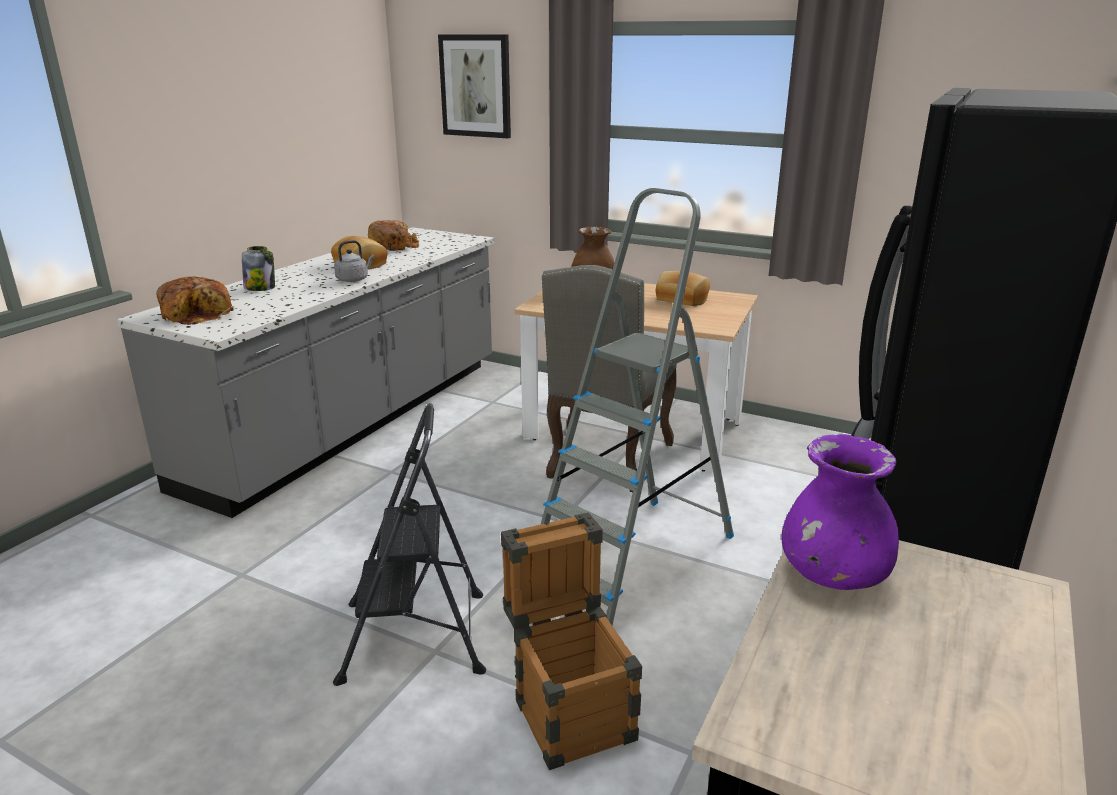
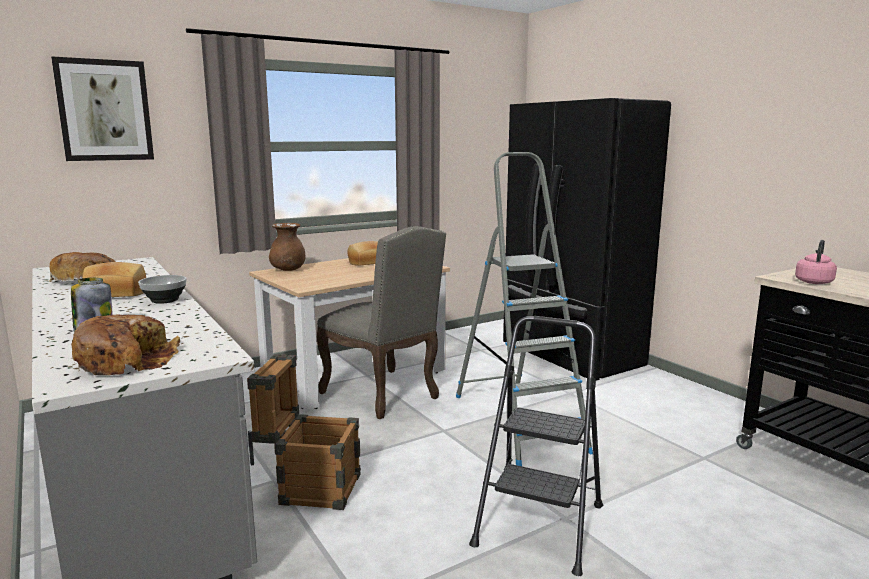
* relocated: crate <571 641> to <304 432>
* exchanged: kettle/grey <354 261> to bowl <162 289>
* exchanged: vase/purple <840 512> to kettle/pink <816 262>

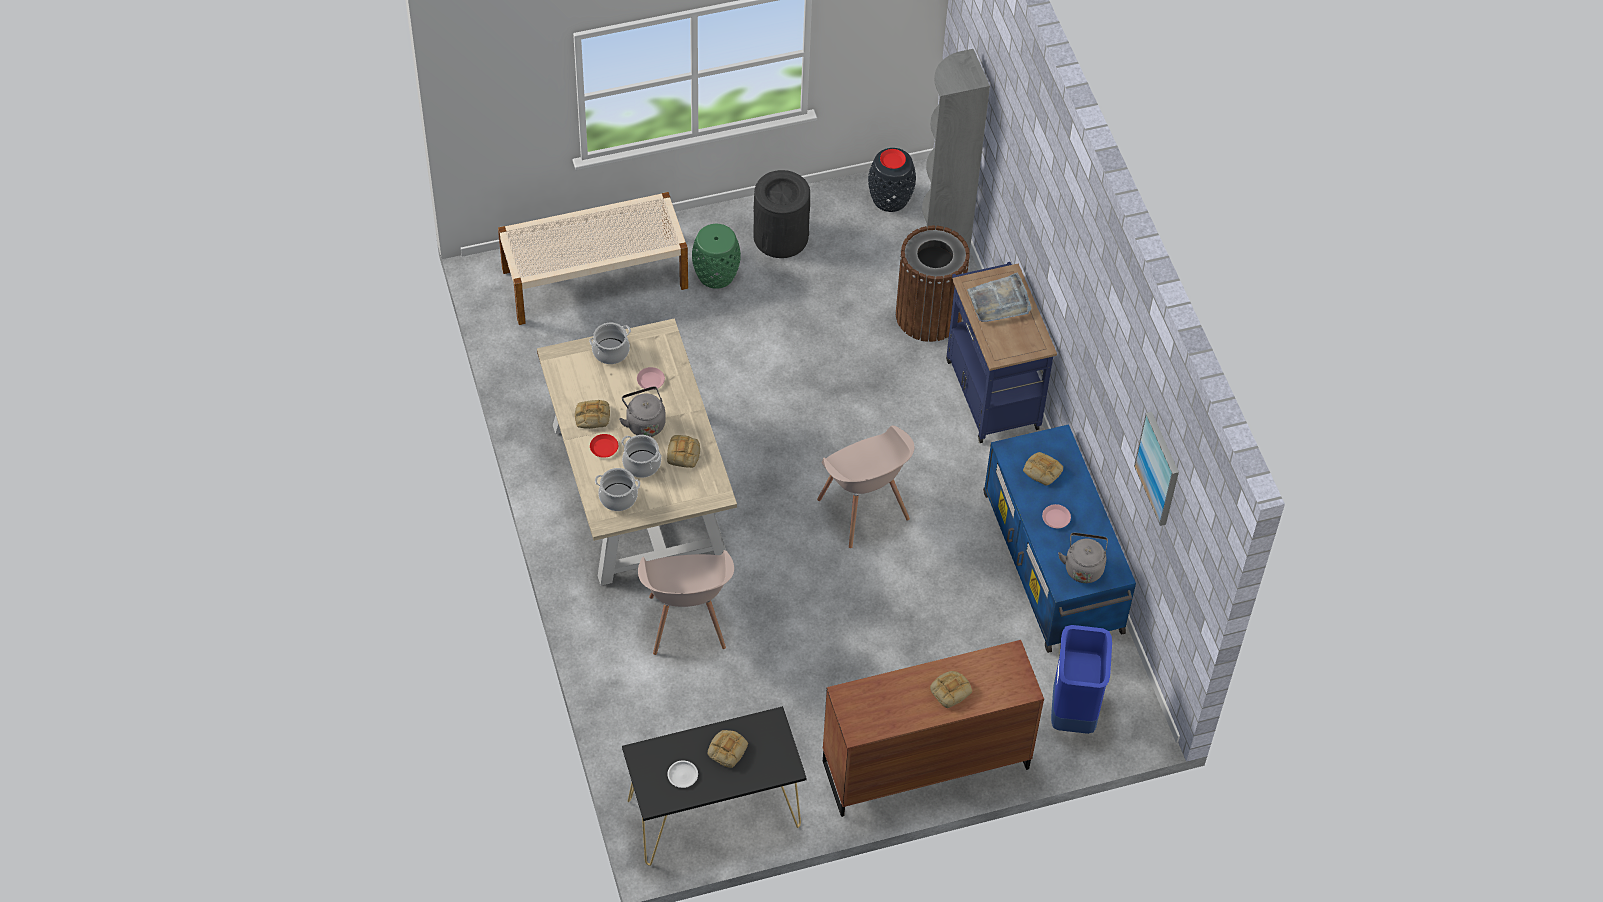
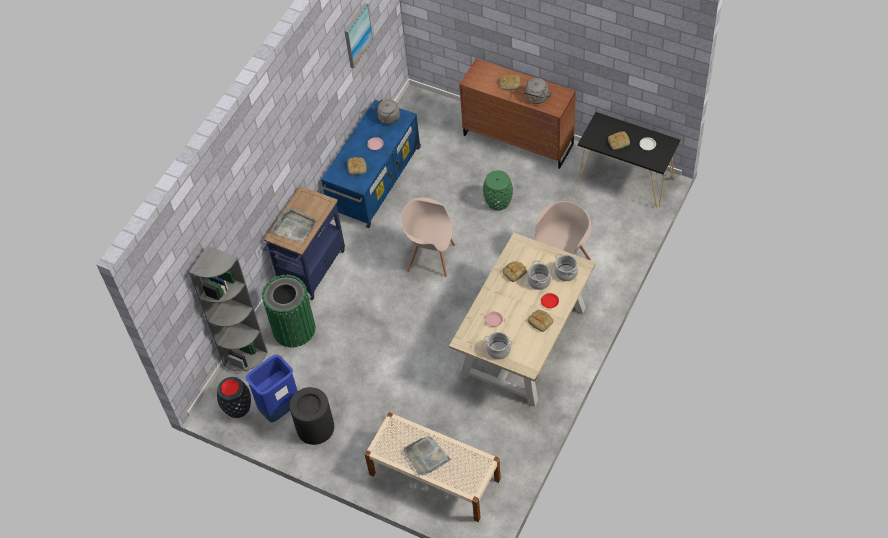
* appeared: tray/grey <427 455>
* relocated: kettle/grey <642 411> to <538 91>
* relocated: stool/green <716 256> to <498 190>
* relocated: trash can/blue <1081 679> to <272 388>
* colour: trash can/brown <933 283> to trash can/green <289 311>
* spun: chair/beige <865 487> = <428 237> 90 degrees counterclockwise

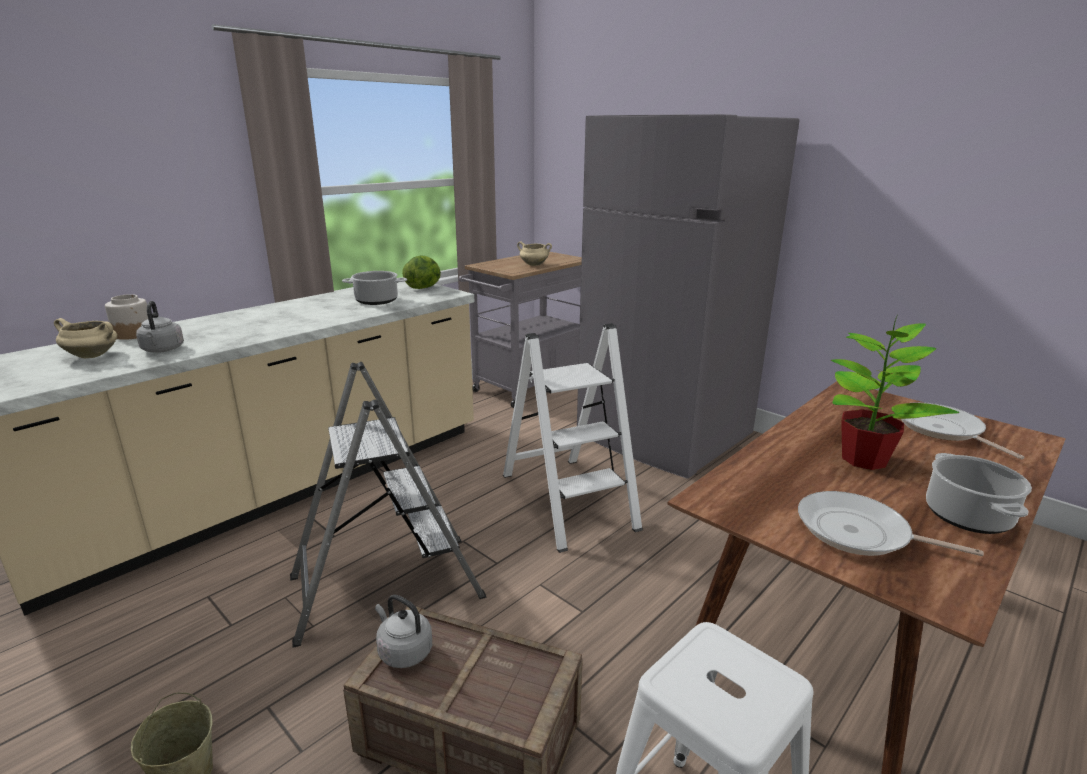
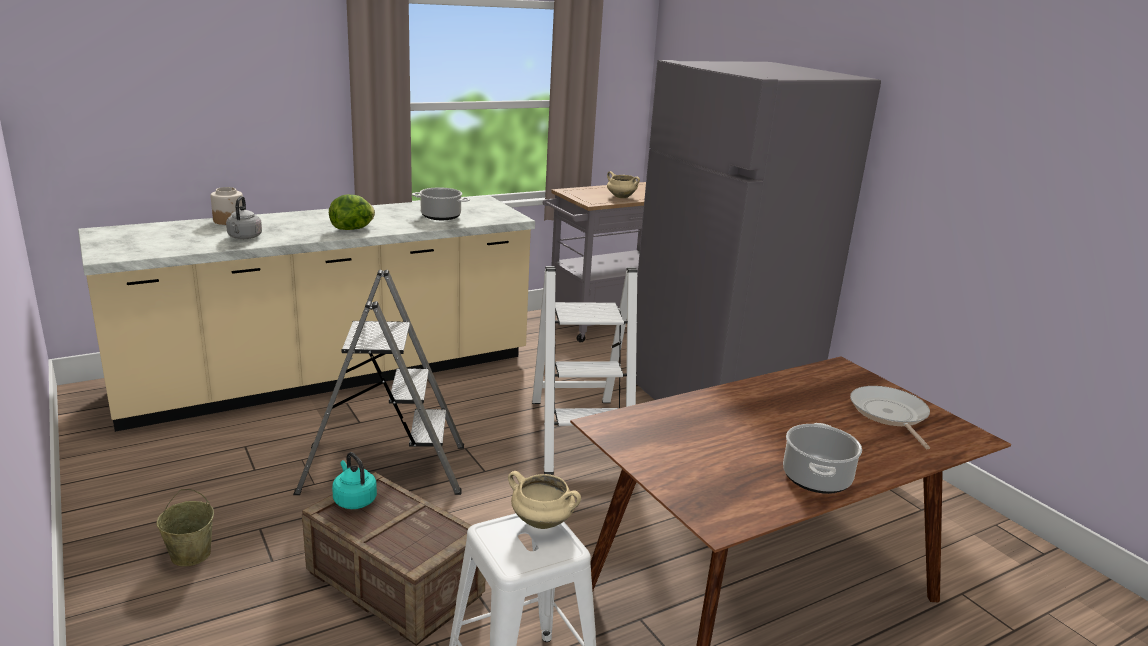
* missing: frying pan <890 523>
* missing: potted plant <895 392>
* relocated: cooking pot/beige <85 338> to <544 500>
* relocated: lettuce <421 272> to <352 212>
* colour: kettle/grey <403 631> to kettle/turquoise <354 480>

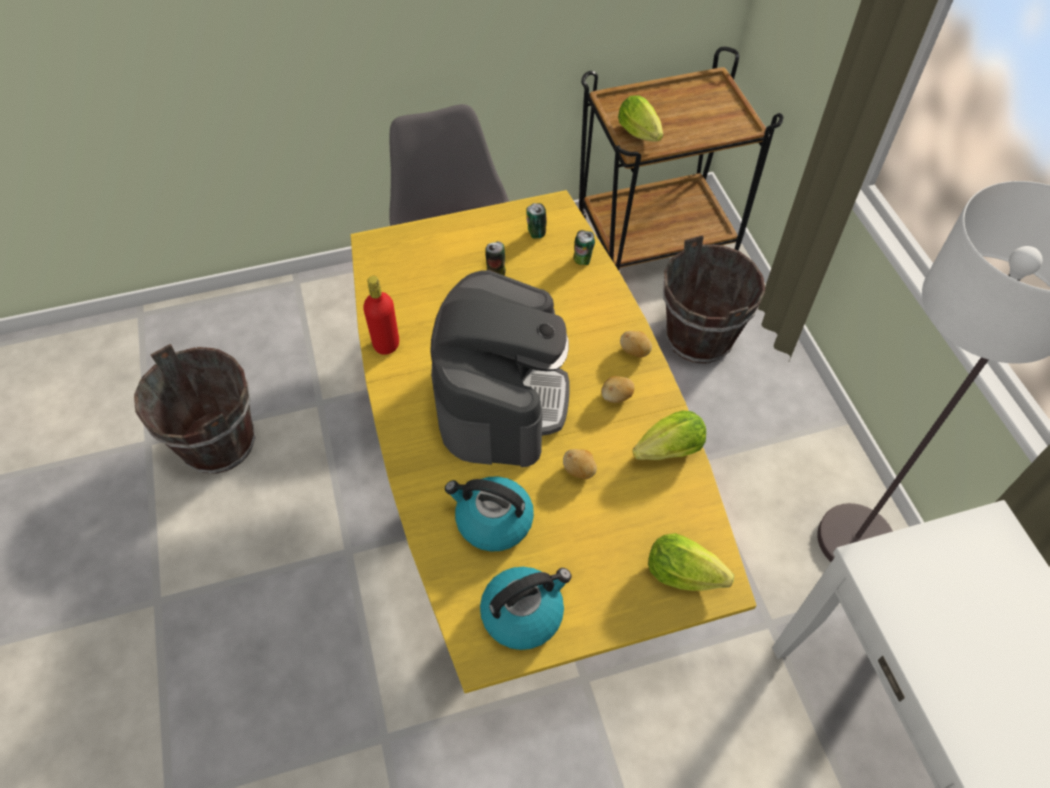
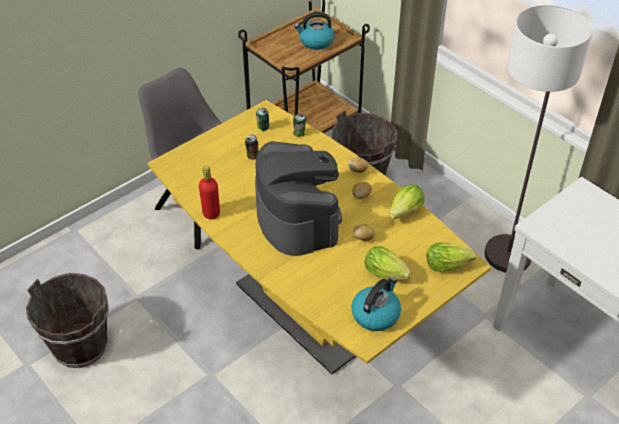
* relocated: kettle <489 513> to <314 31>
* relocated: lettuce <640 118> to <388 263>

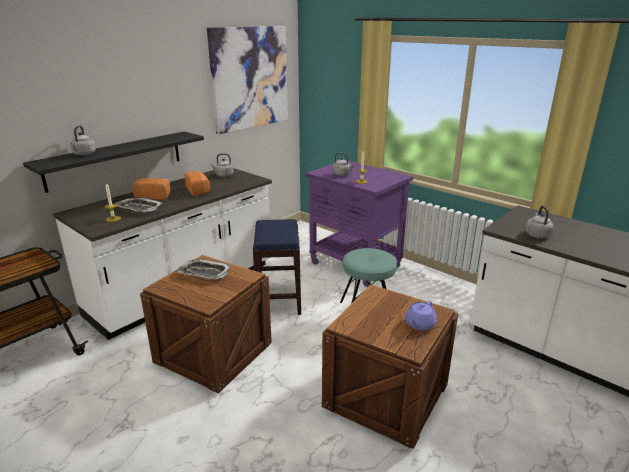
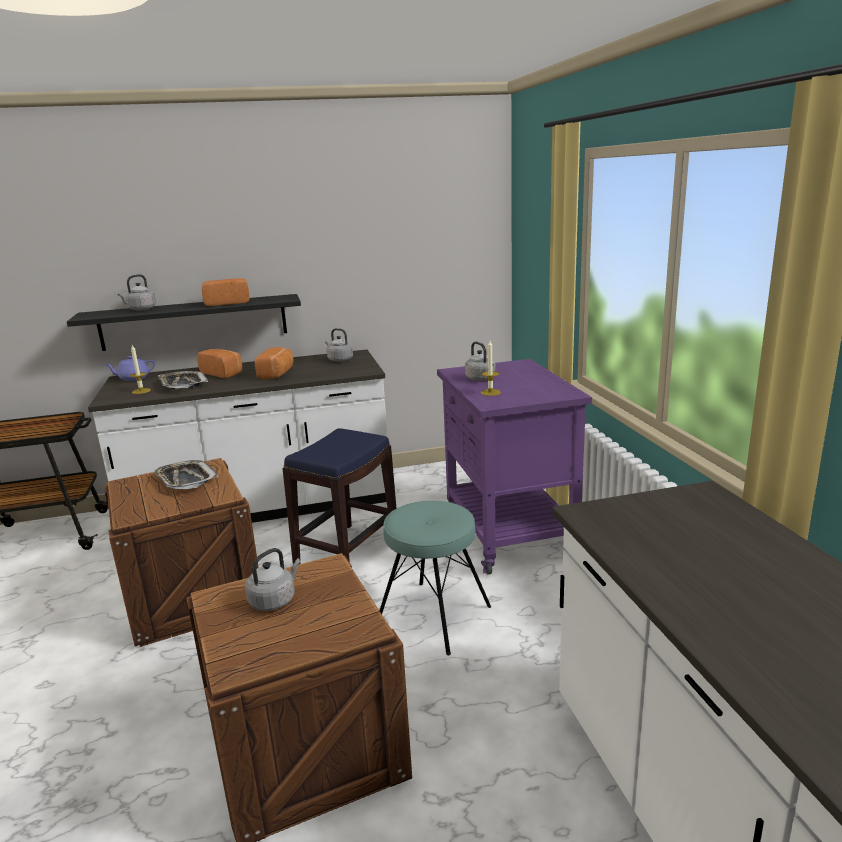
* missing: picture <247 80>
* appeared: bread <225 292>
* relocated: teapot/purple <421 316> to <129 368>
* relocated: kettle/grey <539 222> to <272 579>

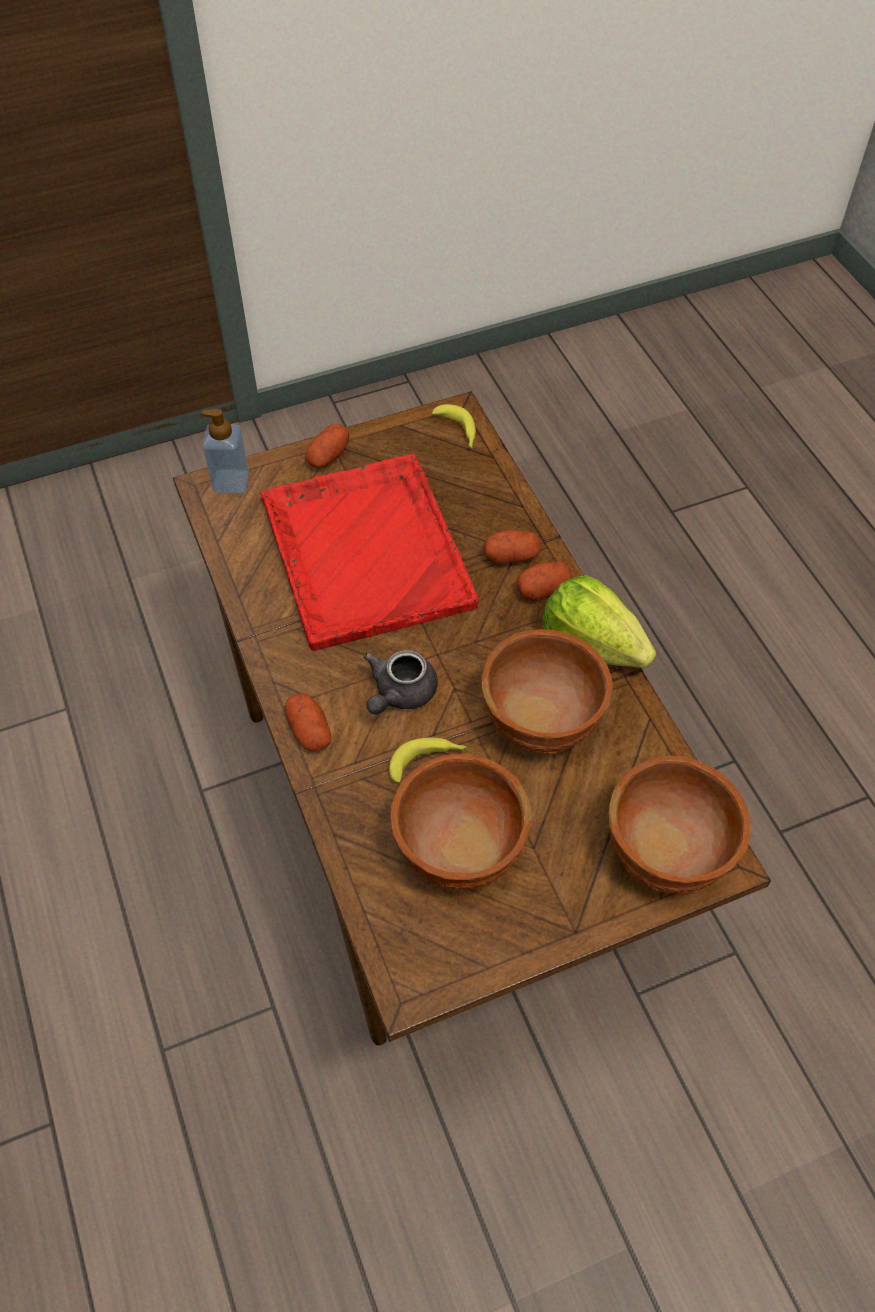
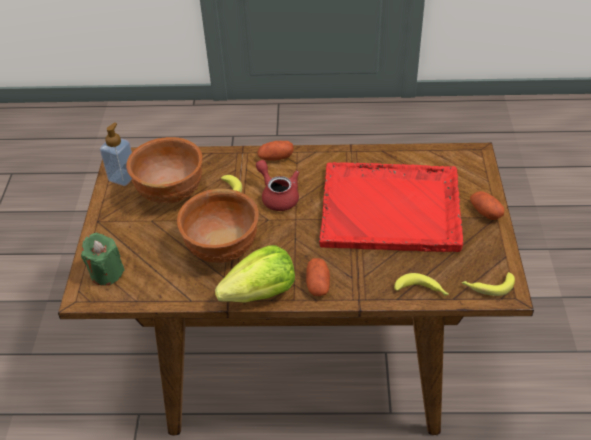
* missing: potato <512 547>
* appeared: banana <421 284>
* relocated: soap dispenser <225 451> to <116 154>
* exchanged: bowl/brown <680 824> to candle/green <103 259>
* colour: teapot/grey <400 682> to teapot/red <277 185>

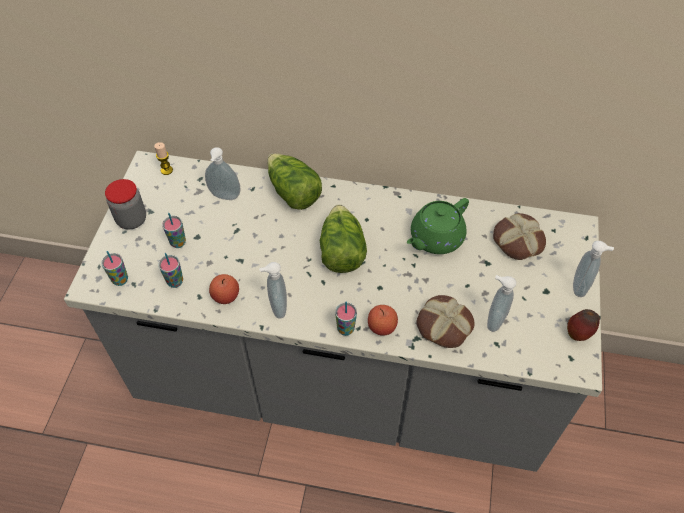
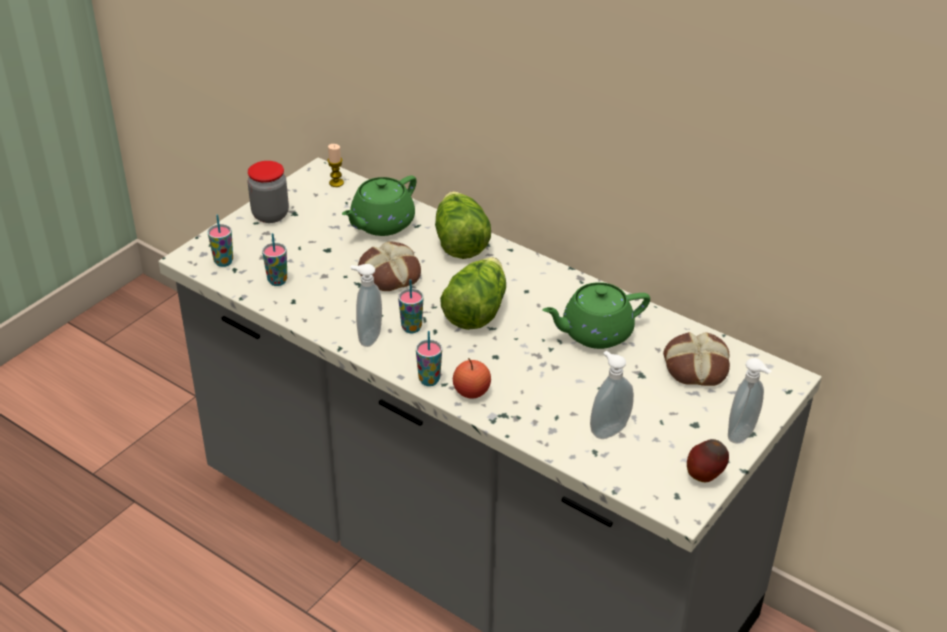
* missing: apple <224 289>
* relocated: cup <174 230> to <411 306>
* relocated: bread <445 321> to <389 266>
* exchanged: soap dispenser <223 173> to teapot/green <379 205>

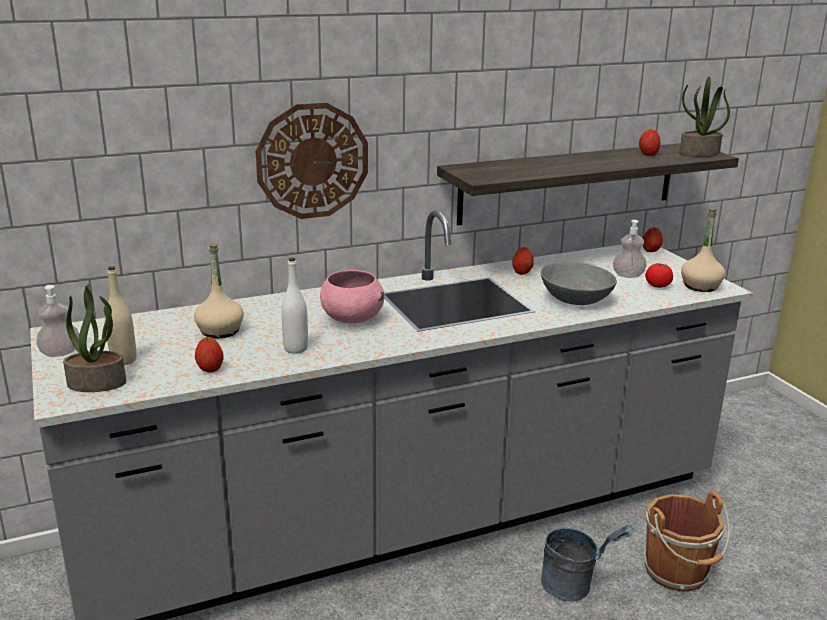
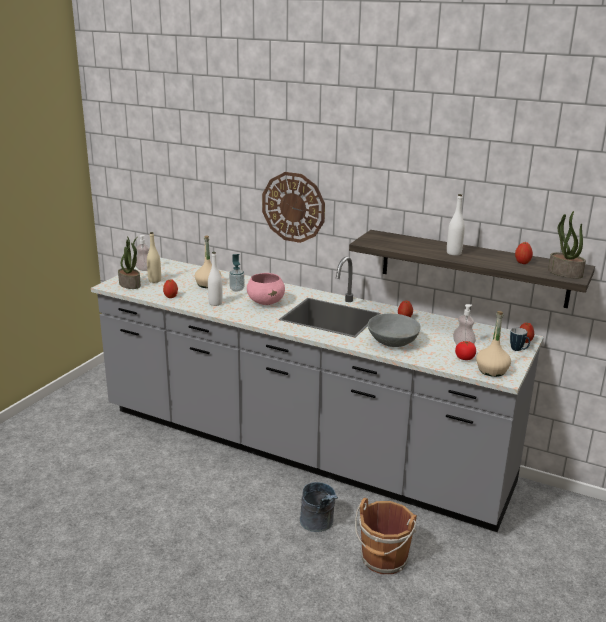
* appeared: soap dispenser <236 272>
* appeared: bottle/white <456 225>
* appeared: mug <520 339>

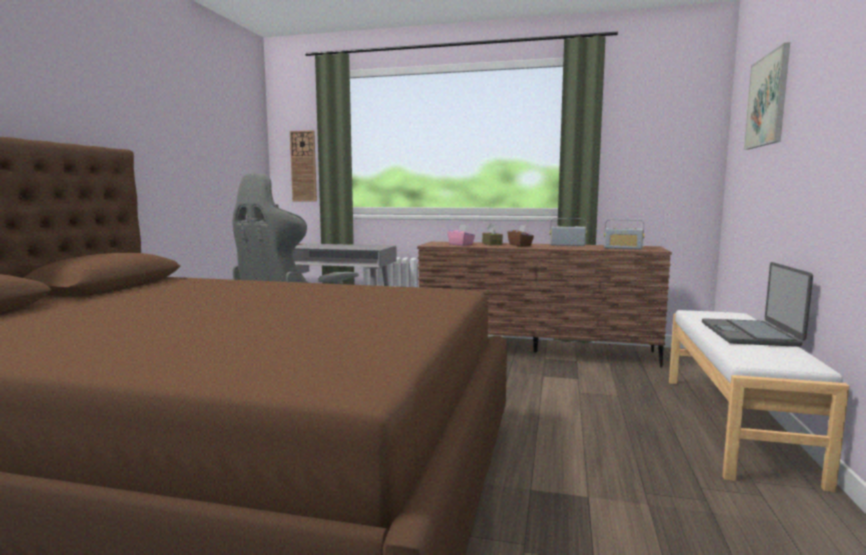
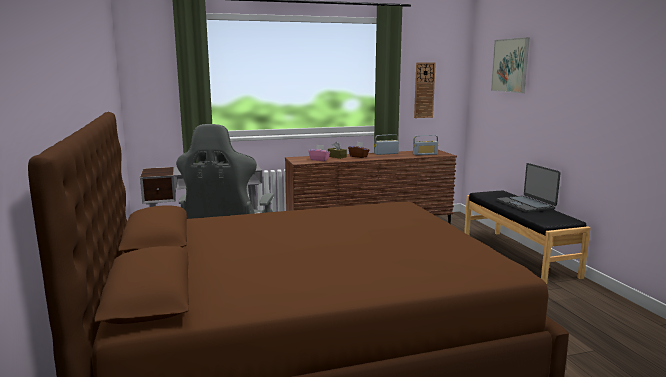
* relocated: wall clock <303 165> to <425 90>
* colour: bench/white <759 401> to bench/black <527 237>

